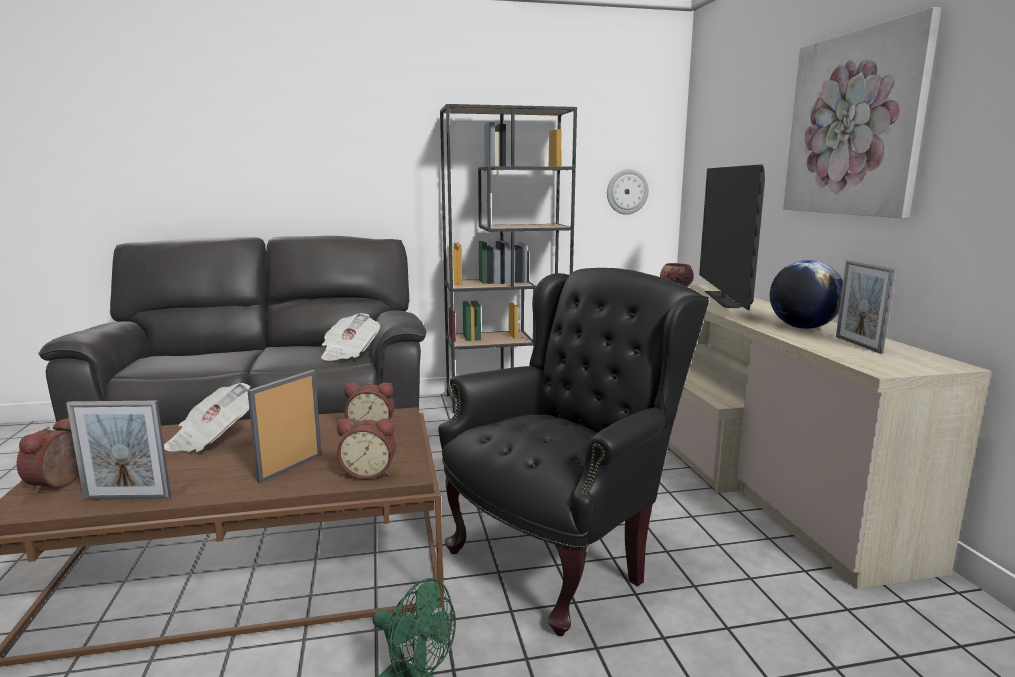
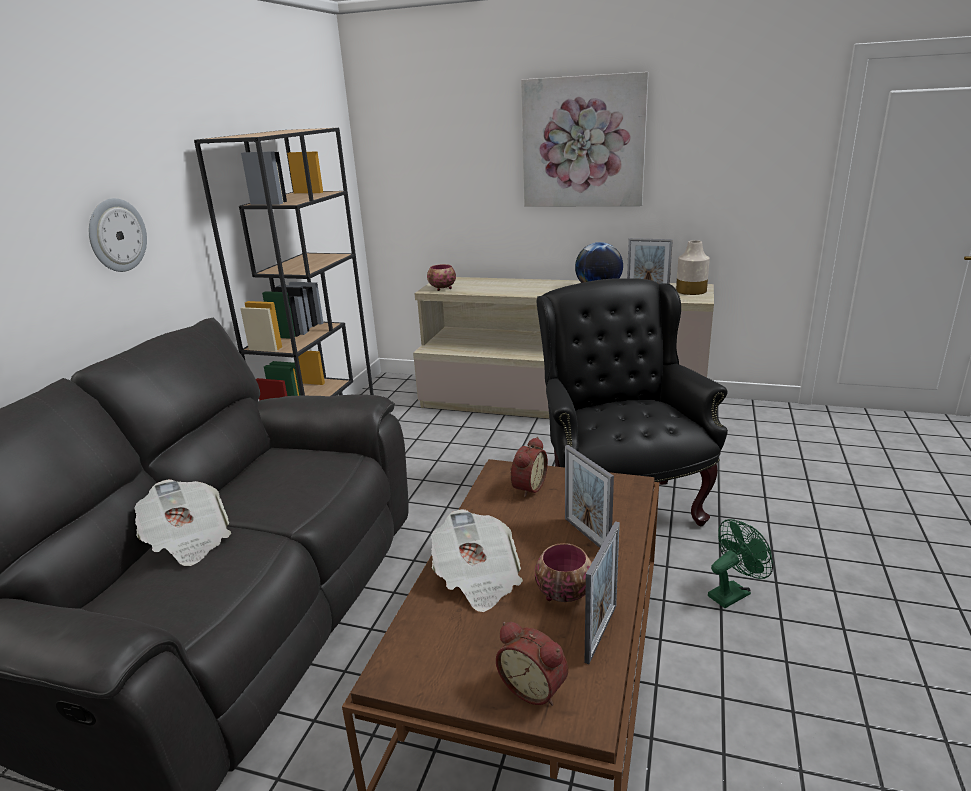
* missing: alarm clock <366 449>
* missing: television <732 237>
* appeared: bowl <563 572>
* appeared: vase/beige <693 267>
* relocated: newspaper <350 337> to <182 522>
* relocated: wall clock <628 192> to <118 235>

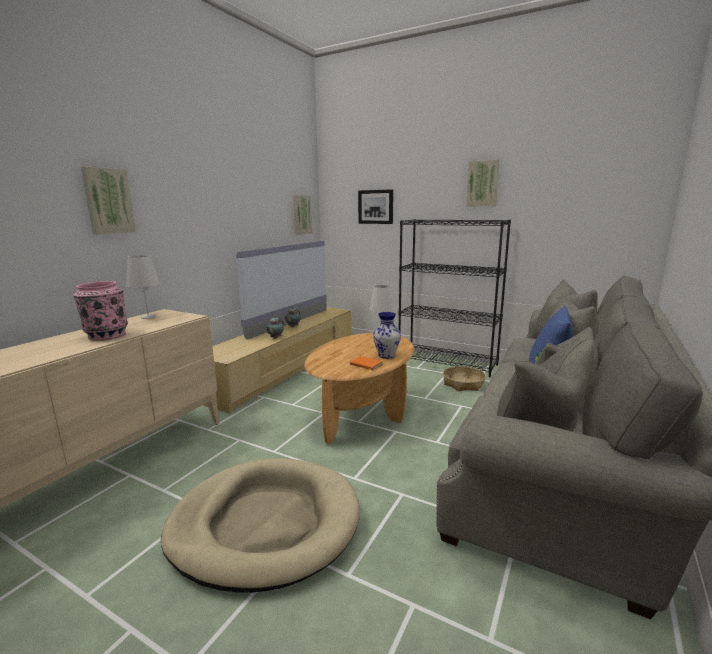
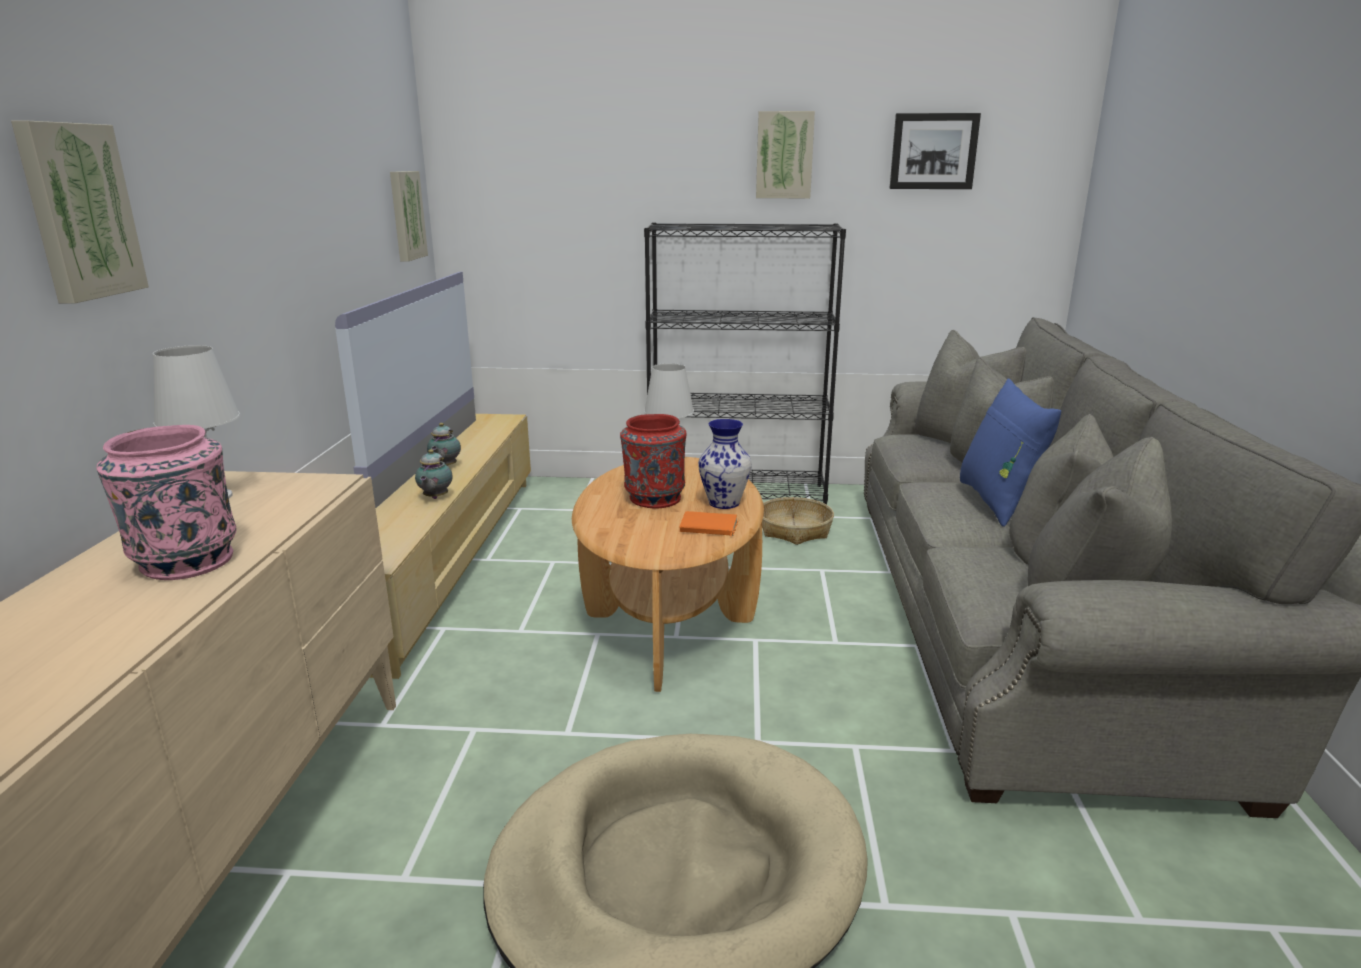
* appeared: vase/red <653 461>
* relocated: picture <375 206> to <935 151>

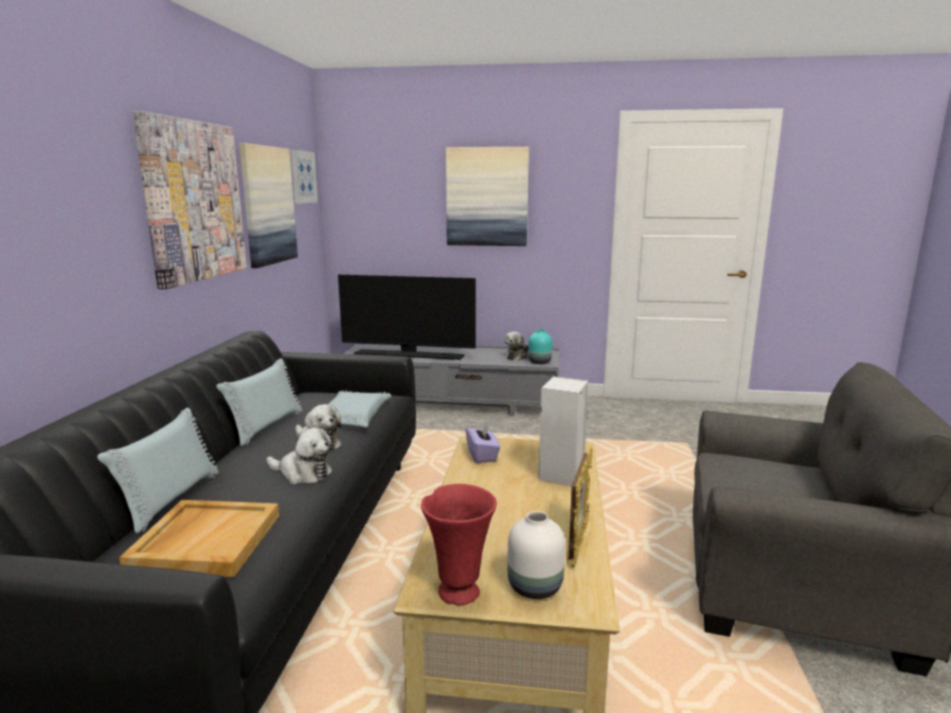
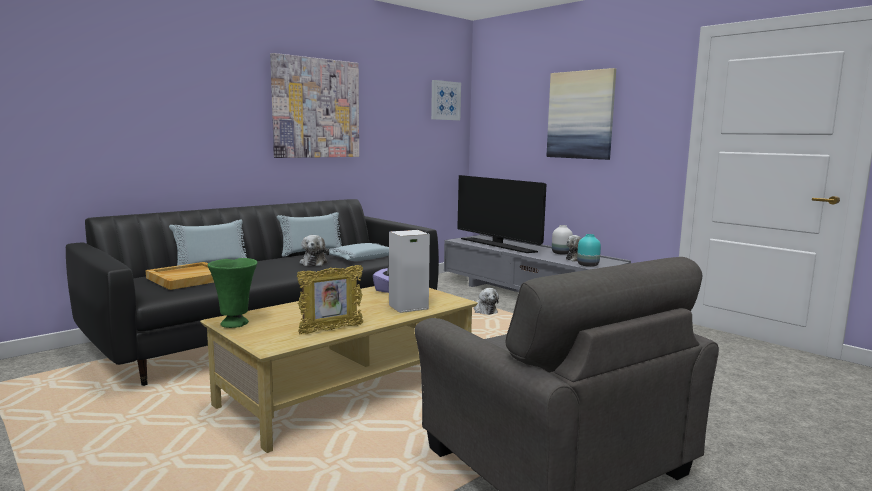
* missing: picture <268 205>
* relocated: plush toy <299 456> to <485 301>
* relocated: vase/white <536 555> to <562 240>
* colour: vase/red <459 544> to vase/green <232 293>

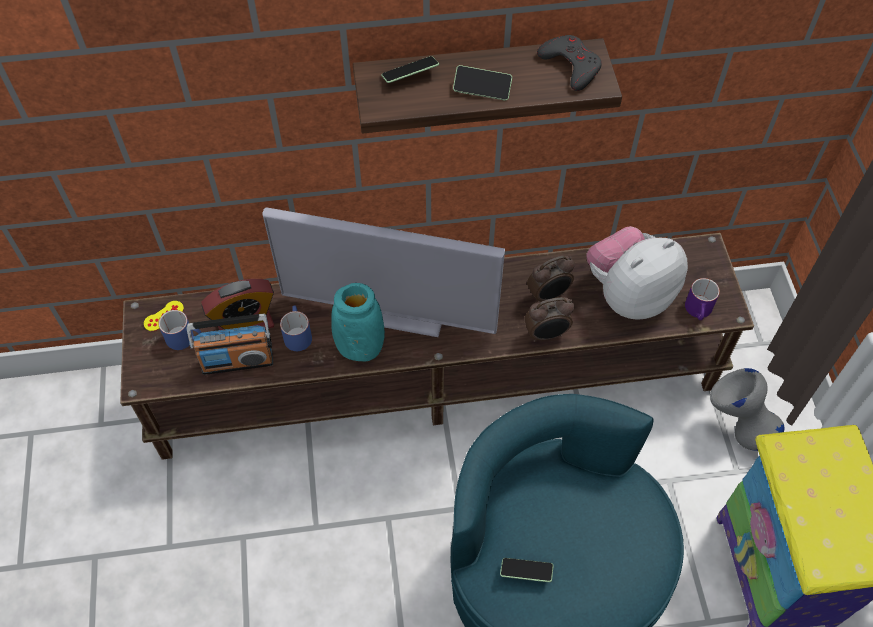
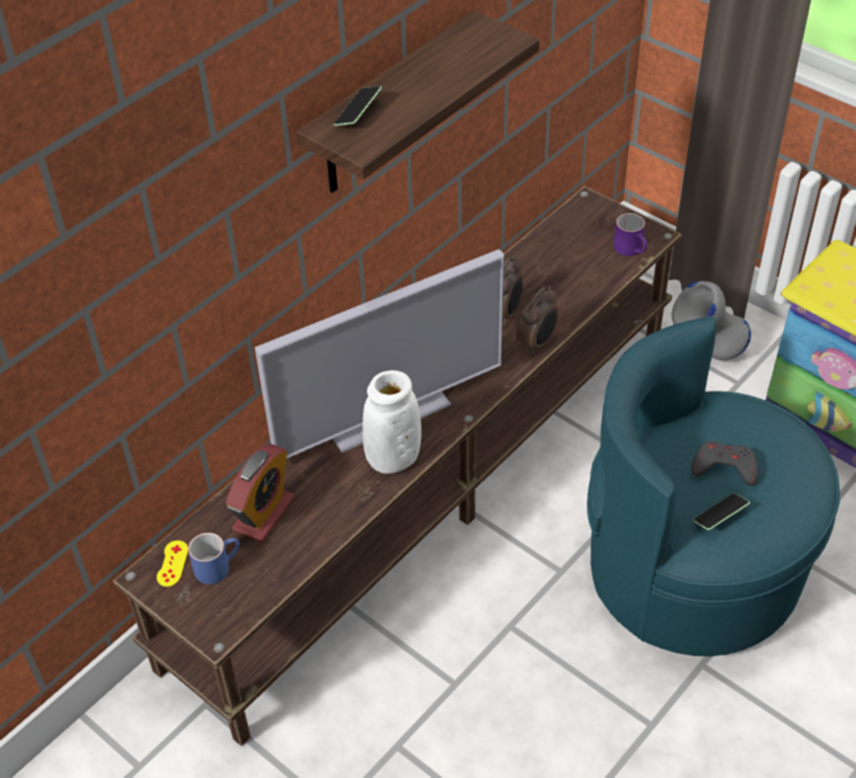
* missing: radio <230 344>
* missing: mug/blue <296 328>
* missing: phone <482 83>
* missing: plush toy <637 272>
* relocated: game controller/grey <569 63> to <725 463>
* colour: vase/turquoise <358 322> to vase/white <391 422>

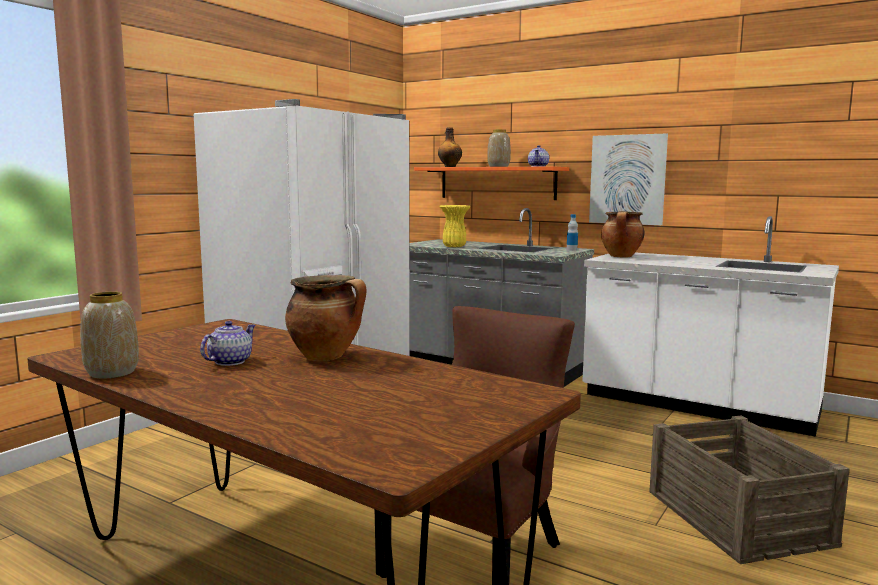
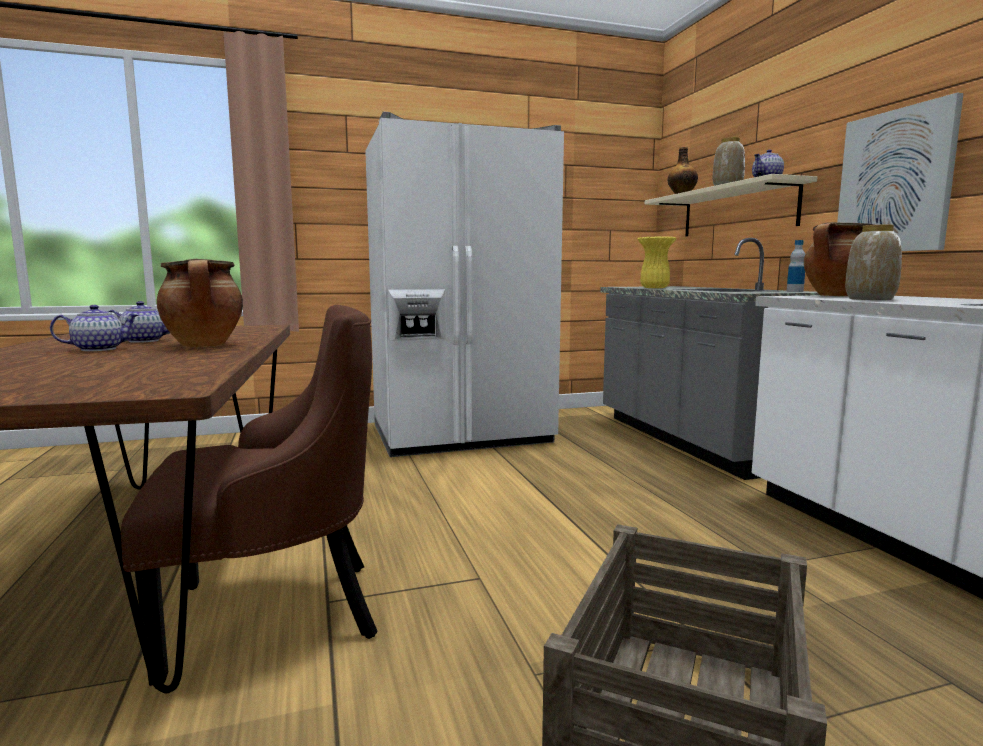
* appeared: teapot <94 328>
* relocated: vase <109 335> to <873 262>
* colour: shelf/orange <491 183> to shelf/beige <731 205>

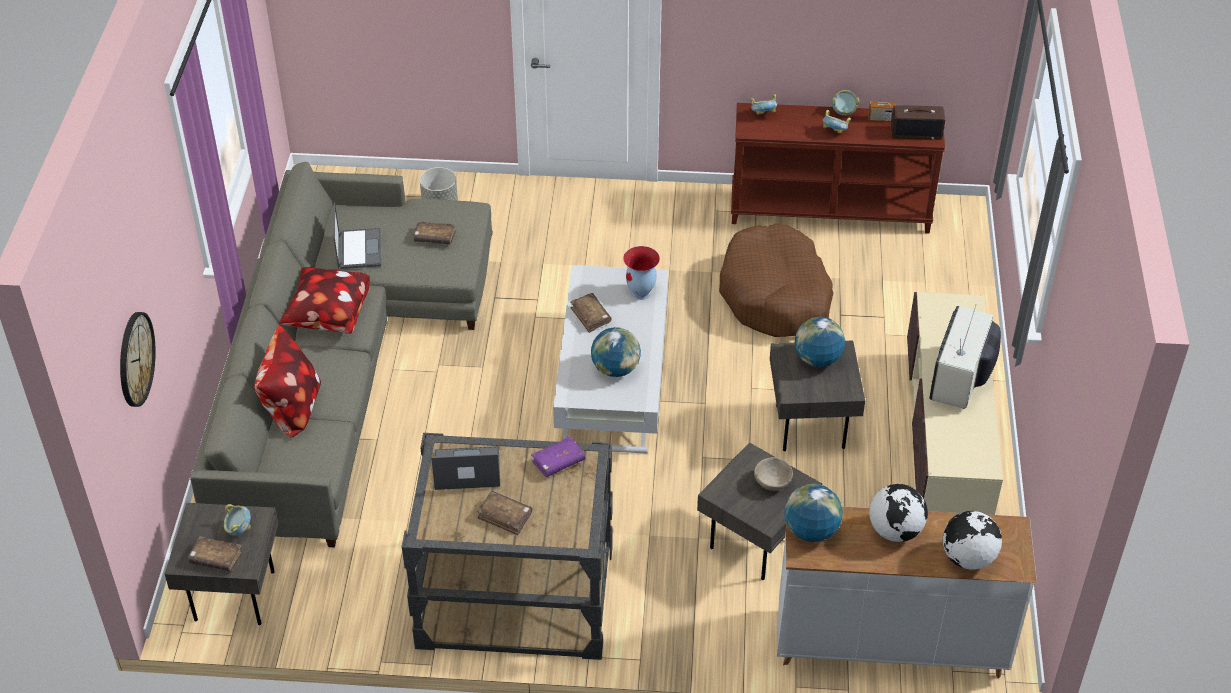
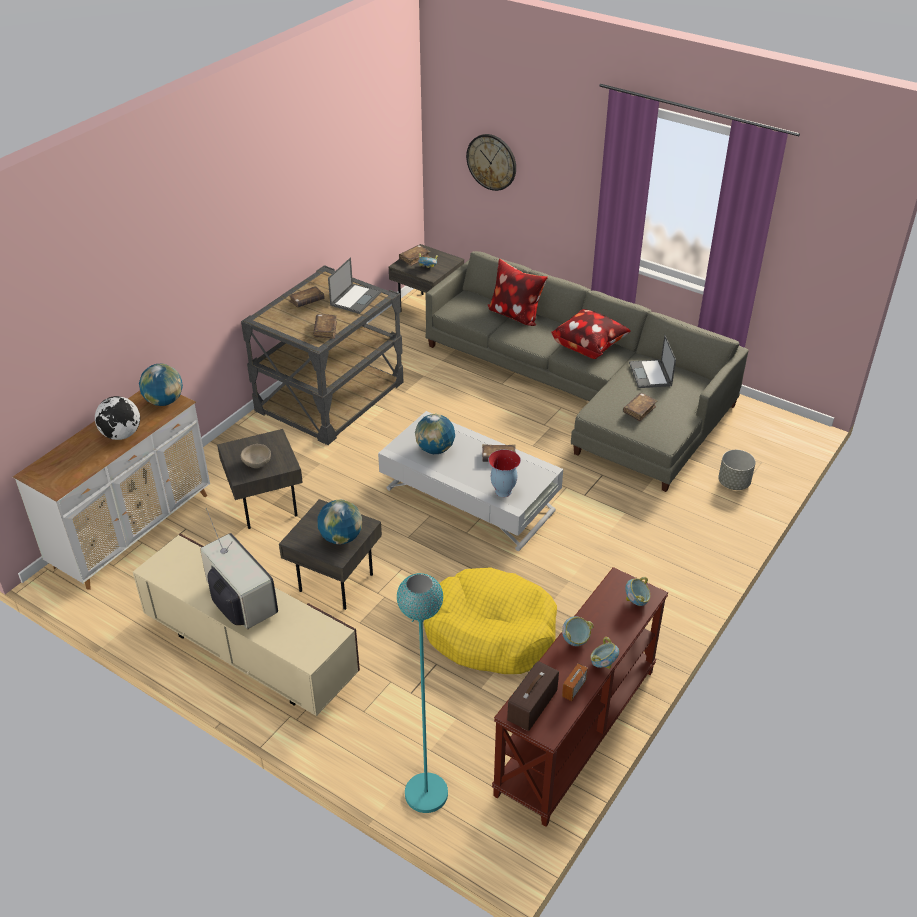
* missing: globe <972 540>
* appeared: floor lamp/turquoise <422 693>
* colour: book/purple <558 456> to book/brown <325 326>
* colour: dog bed/brown <776 280> to dog bed/yellow <490 620>
* spun: laptop <357 235> = <652 361> 60 degrees clockwise

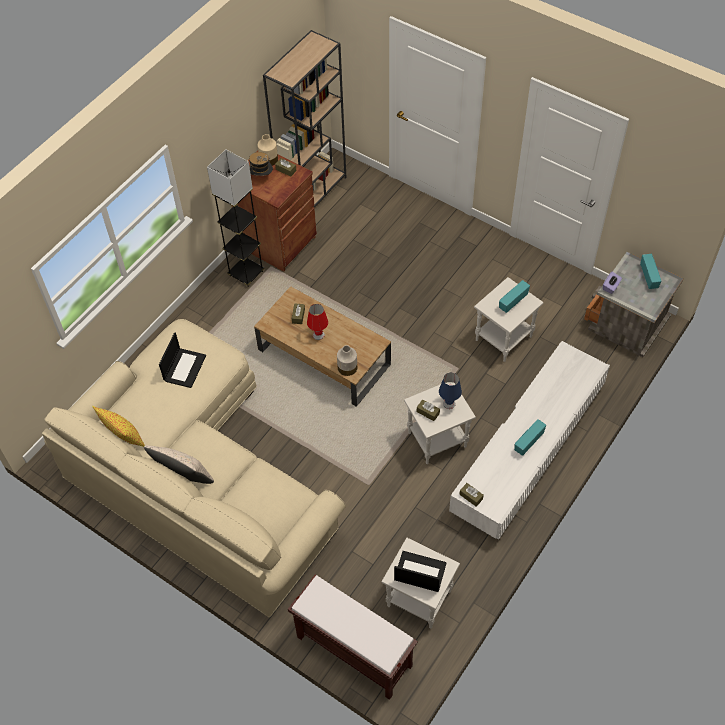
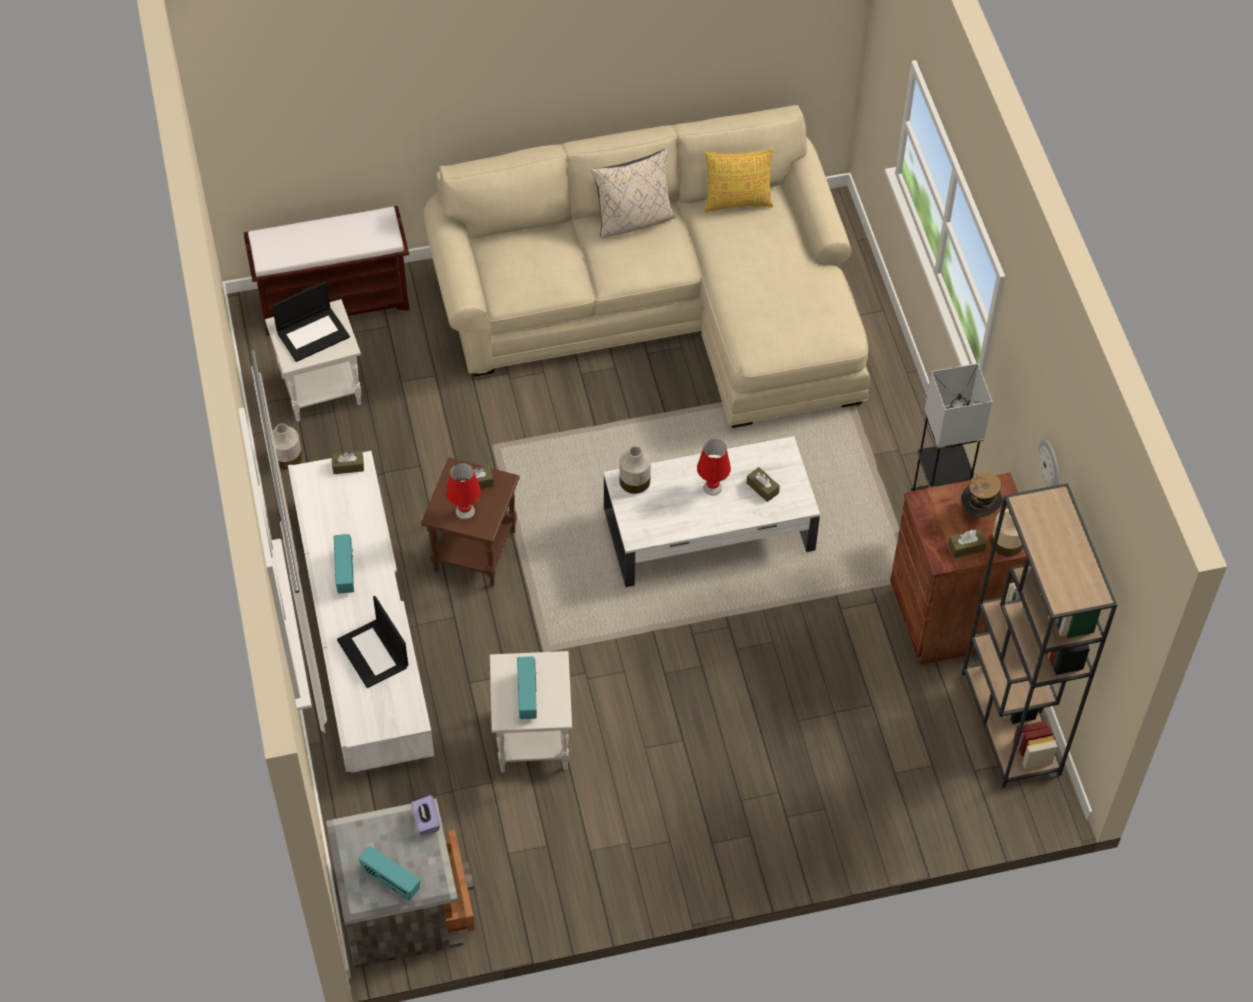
* appeared: vase/beige <287 447>
* appeared: wall clock <1049 463>
* relocated: laptop <182 360> to <373 642>
* colour: coffee table/brown <322 346> to coffee table/white <712 511>
* colour: side table/white <440 423> to side table/brown <470 522>
* colour: table lamp/blue <450 391> to table lamp/red <463 491>

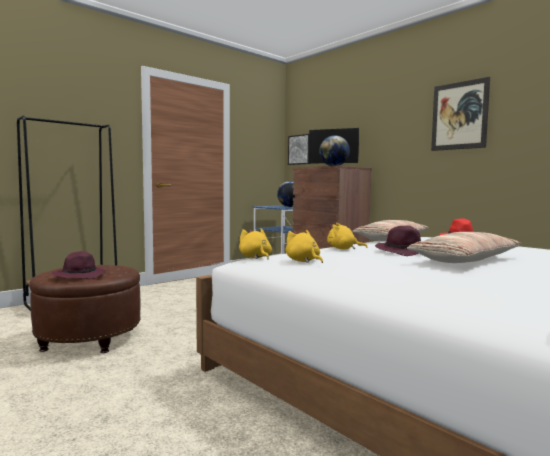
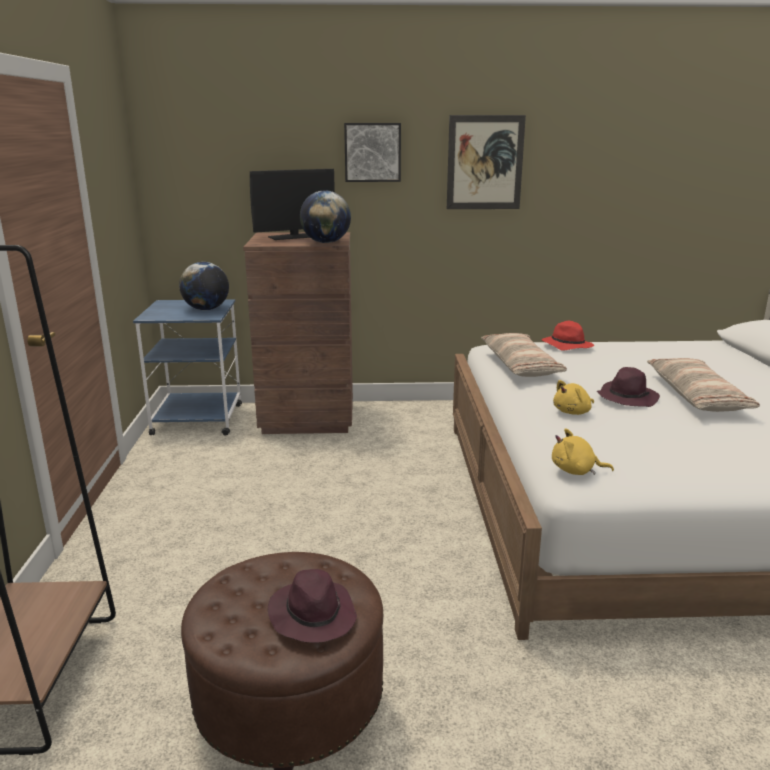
* missing: plush toy/yellow <304 246>
* relocated: picture <298 149> to <372 152>

